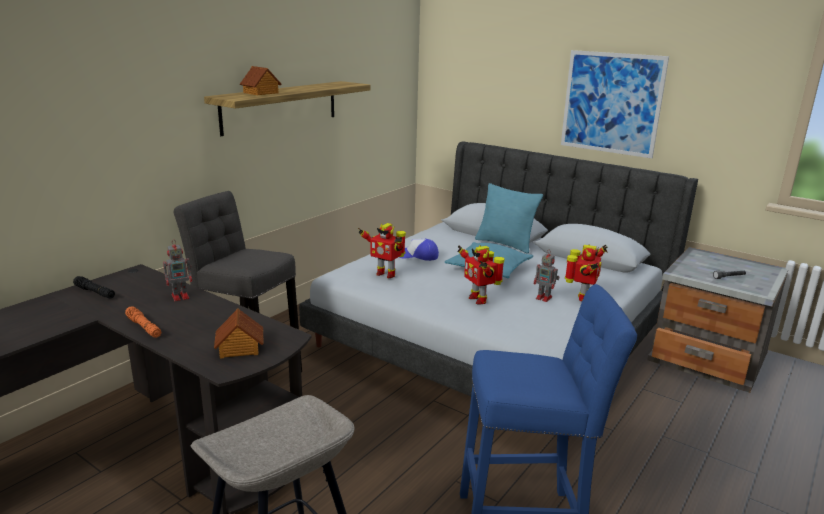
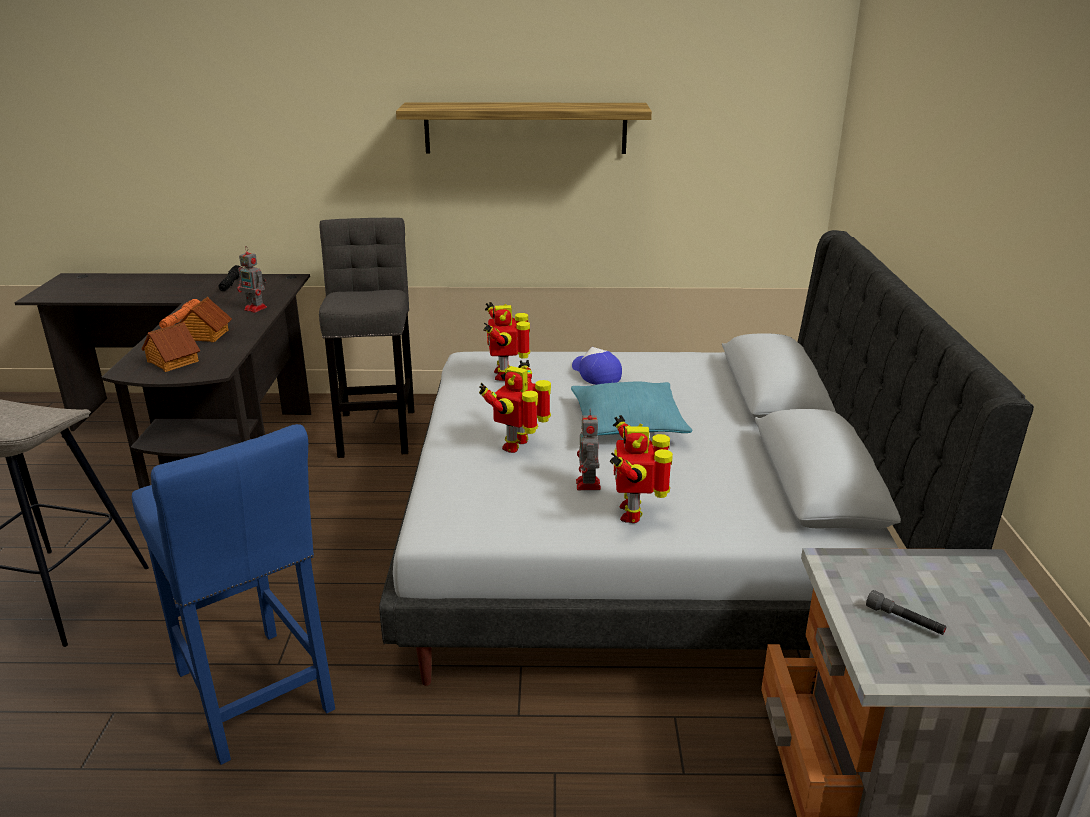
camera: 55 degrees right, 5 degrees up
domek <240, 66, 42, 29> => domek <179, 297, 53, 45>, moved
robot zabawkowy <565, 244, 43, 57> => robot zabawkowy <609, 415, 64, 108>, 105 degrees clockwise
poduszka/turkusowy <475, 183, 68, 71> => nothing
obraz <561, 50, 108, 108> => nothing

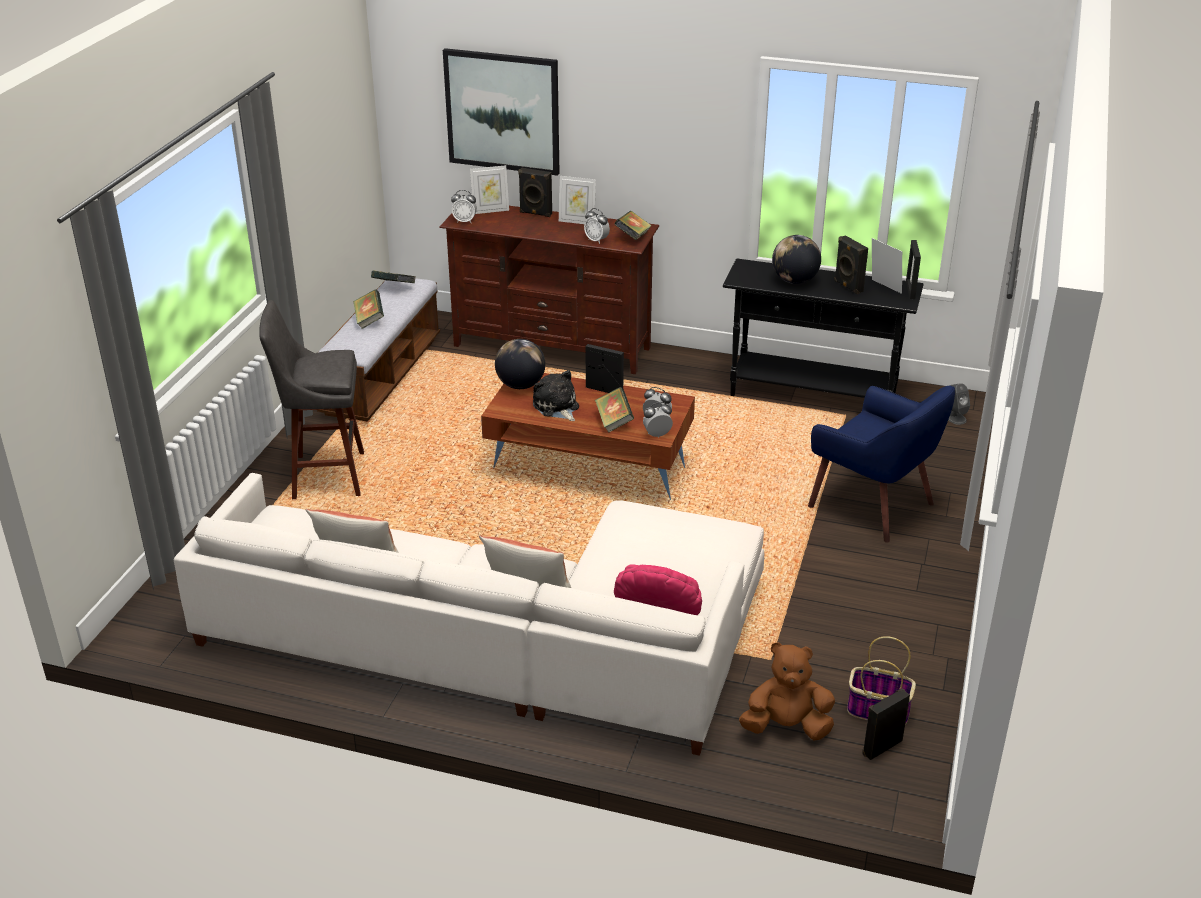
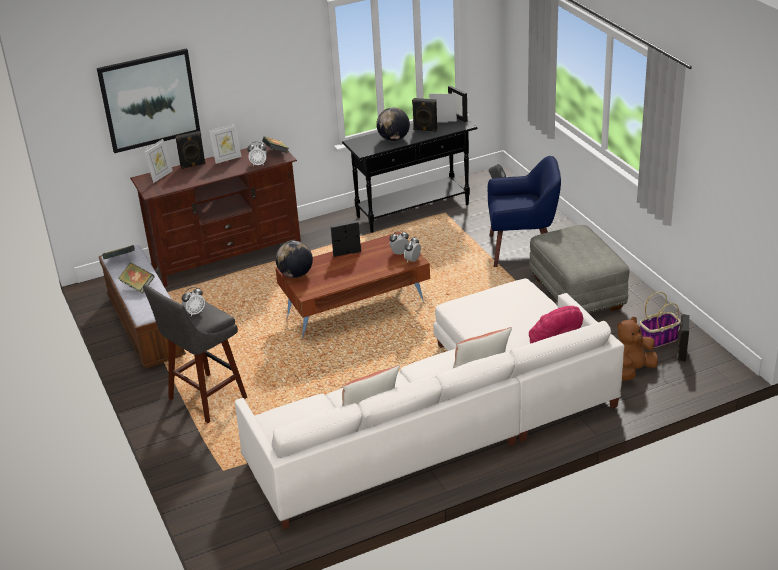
camera: 40 degrees left, 0 degrees up
budzik <451, 190, 26, 33> => budzik <182, 287, 23, 29>, moved
nothing => pufa/szary <529, 225, 100, 88>
pluszak <533, 370, 46, 51> => nothing
książka <595, 387, 39, 46> => nothing

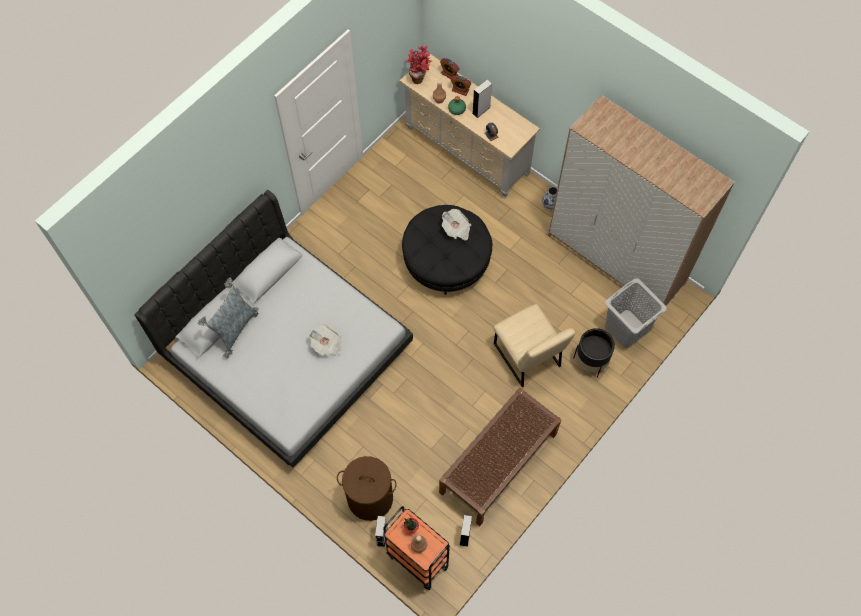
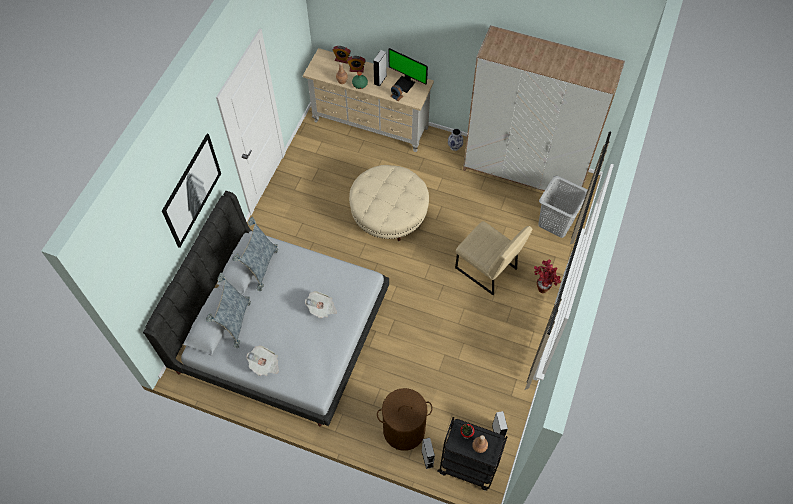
camera: 20 degrees left, 5 degrees down
nothing => obraz <162, 134, 59, 114>
nothing => poduszka <233, 217, 46, 74>
gazeta <442, 209, 29, 32> => gazeta <247, 346, 32, 30>, moved
pufa/czarny <402, 205, 90, 90> => pufa/beżowy <349, 165, 80, 77>
nothing => monitor <388, 48, 40, 45>
wózek/pomarańczowy <383, 506, 67, 84> => wózek/czarny <437, 417, 71, 74>
roślina doniczkowa <406, 46, 26, 38> => roślina doniczkowa <534, 260, 27, 33>, moved
ławka/brązowy <439, 387, 123, 139> => nothing
donica/czarny <573, 328, 42, 50> => nothing

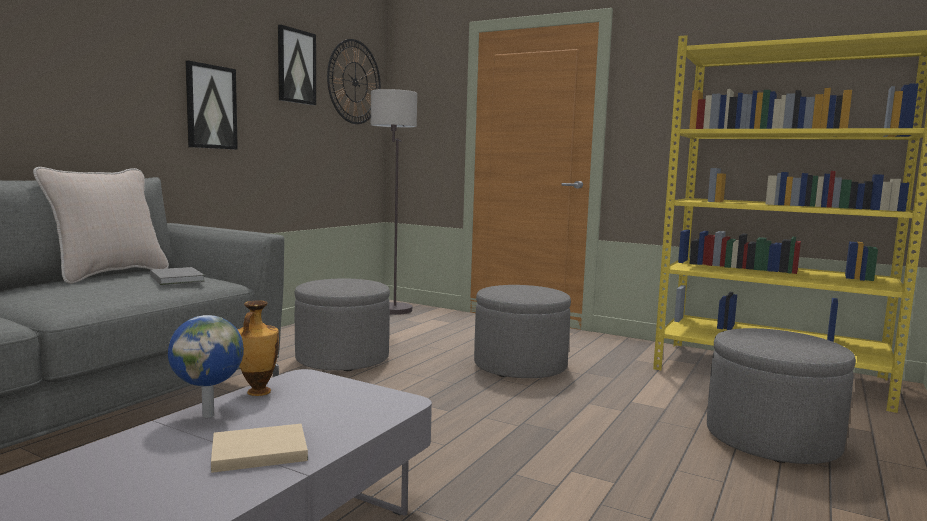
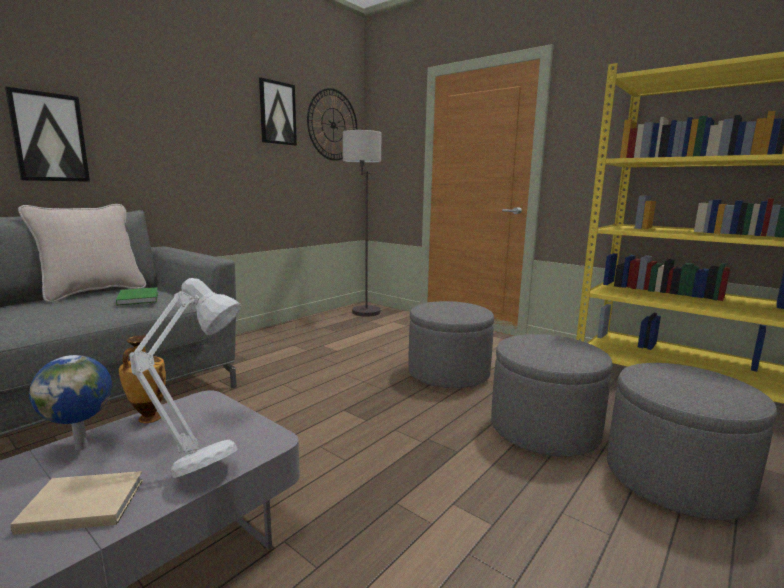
camera: 10 degrees right, 5 degrees up
obraz <185, 61, 53, 89> => obraz <5, 87, 85, 95>, moved
książka/szary <150, 267, 55, 18> => książka/zielony <116, 287, 42, 19>
nothing => lampa stołowa/szary <129, 278, 112, 200>
pufa/szary <295, 279, 95, 92> => pufa/szary <491, 334, 122, 123>, moved

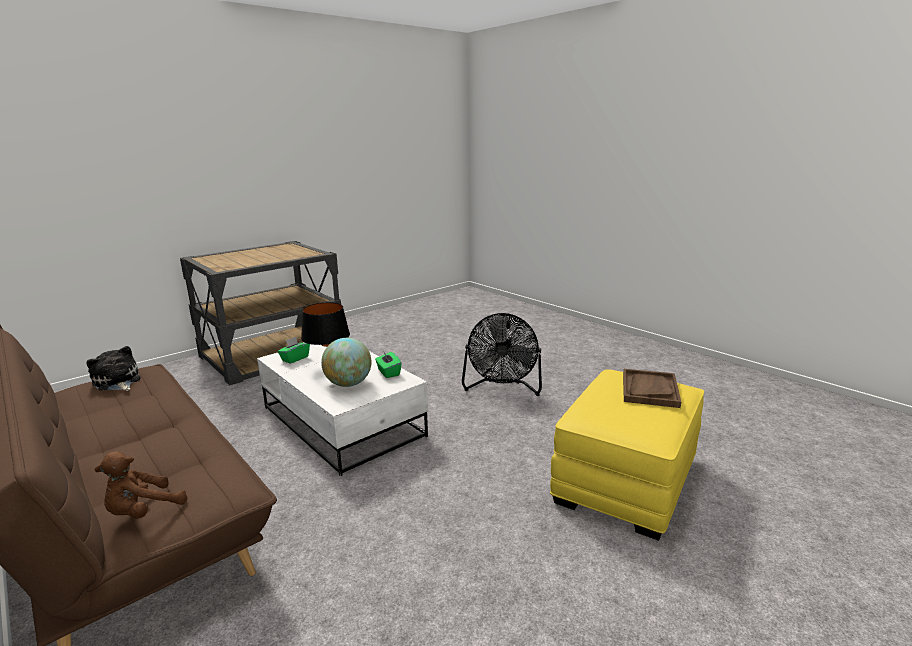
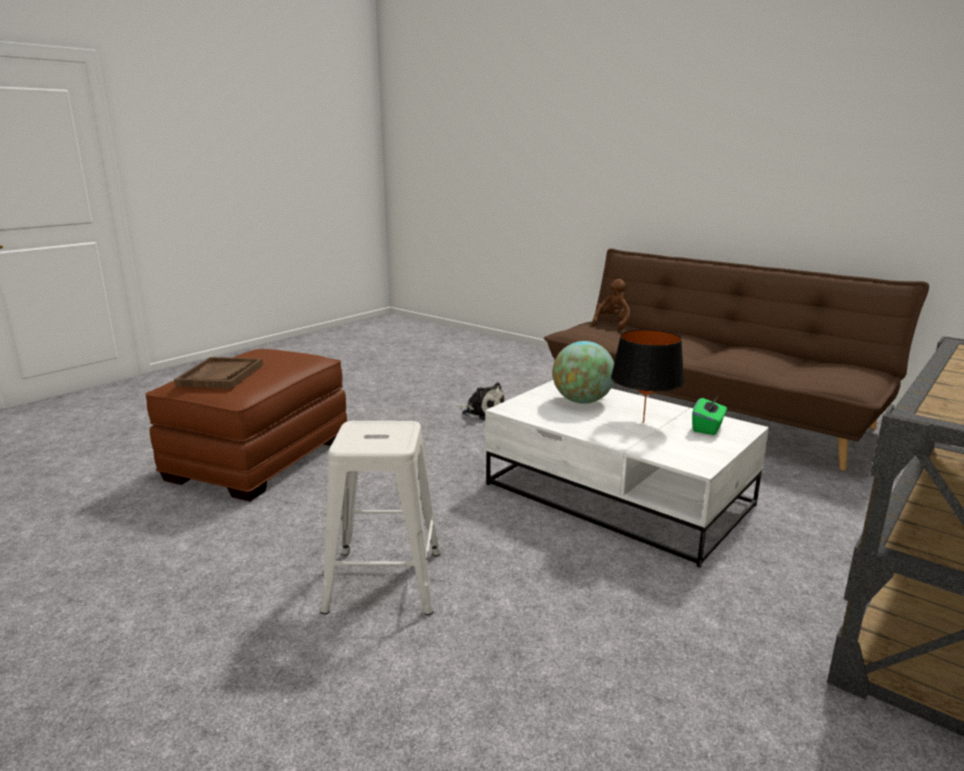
camera: 170 degrees right, 0 degrees up
pufa/żółty <550, 369, 154, 172> => pufa/brązowy <145, 349, 202, 152>
wentylator/czarny <462, 313, 80, 83> => stołek/biały <320, 421, 121, 194>
pluszak <87, 346, 54, 45> => pluszak <457, 382, 48, 38>, moved
pudełko chusteczek/zielony <375, 351, 26, 27> => nothing

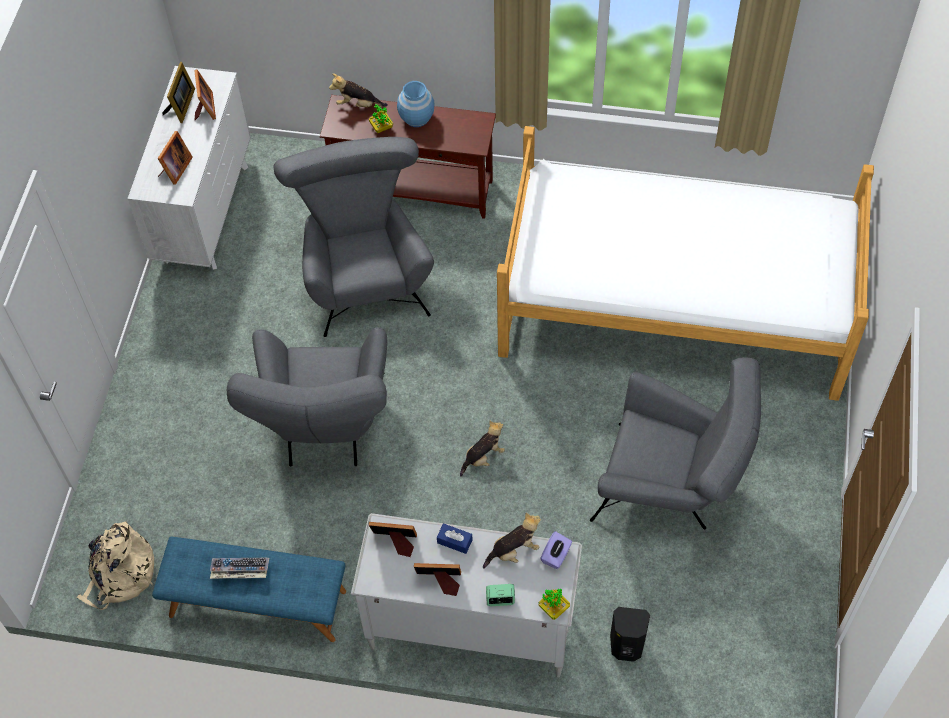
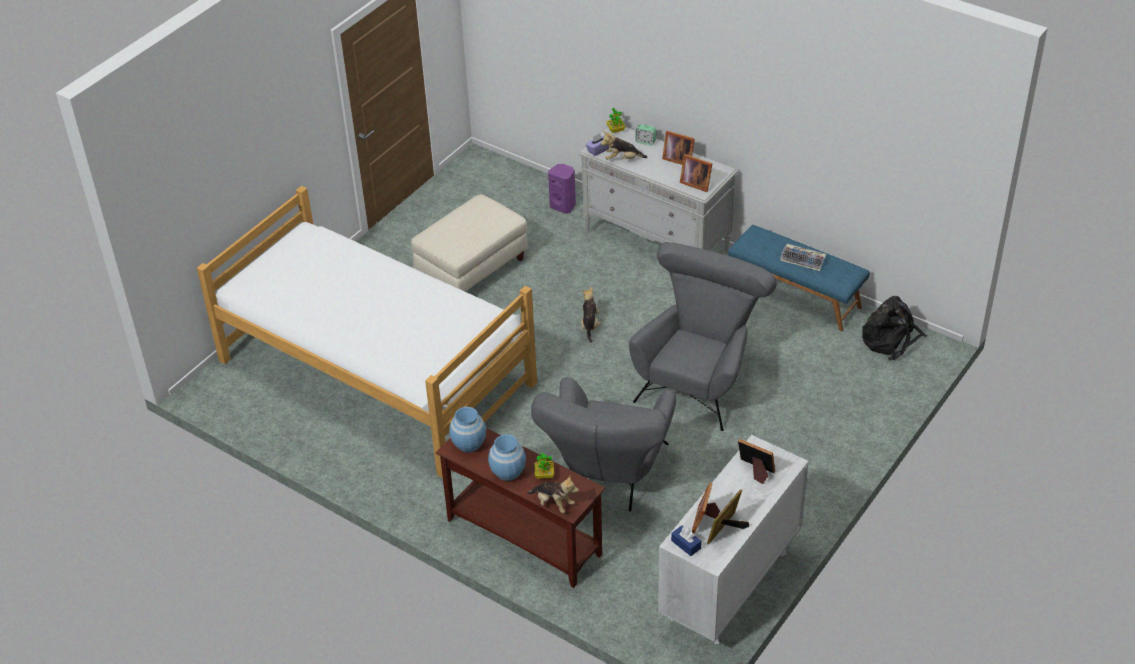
camera: 155 degrees left, 15 degrees down
fotel/szary <590, 357, 171, 172> => pufa/beżowy <411, 195, 117, 97>
nothing => wazon/niebieski <449, 407, 37, 46>
głośnik/czarny <610, 607, 40, 55> => głośnik/fioletowy <548, 164, 28, 50>
pluszak <460, 421, 45, 56> => pluszak <581, 287, 21, 56>, 105 degrees clockwise
pudełko chusteczek/niebieski <437, 523, 36, 31> => pudełko chusteczek/niebieski <671, 525, 31, 31>, moved
ramka na zdjęcie <157, 131, 36, 54> => ramka na zdjęcie <738, 439, 37, 45>, 75 degrees clockwise
plecak/beżowy <77, 521, 77, 89> => plecak/czarny <862, 296, 65, 64>

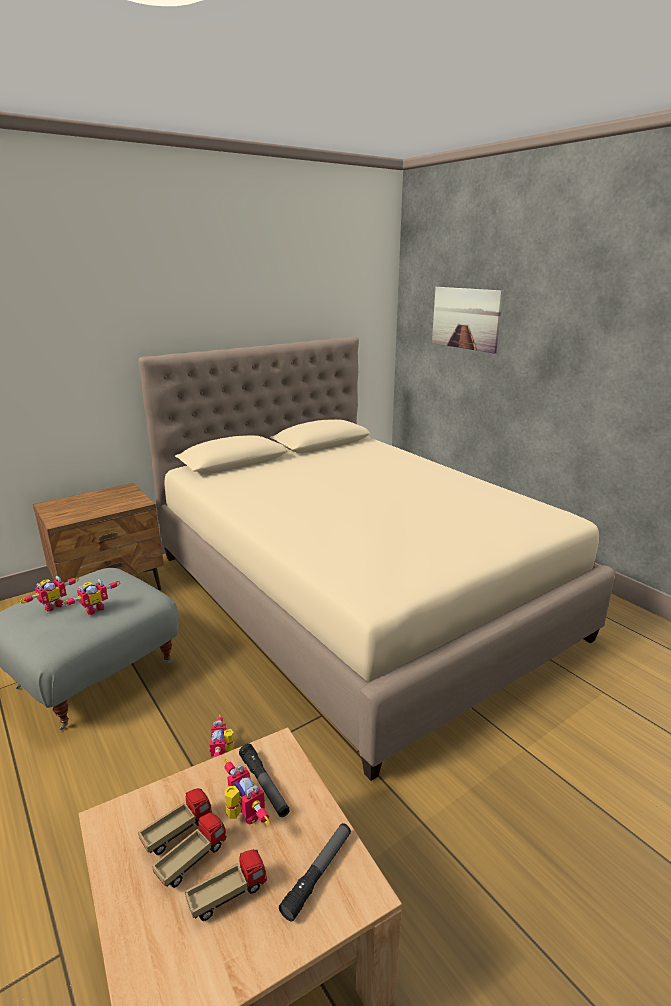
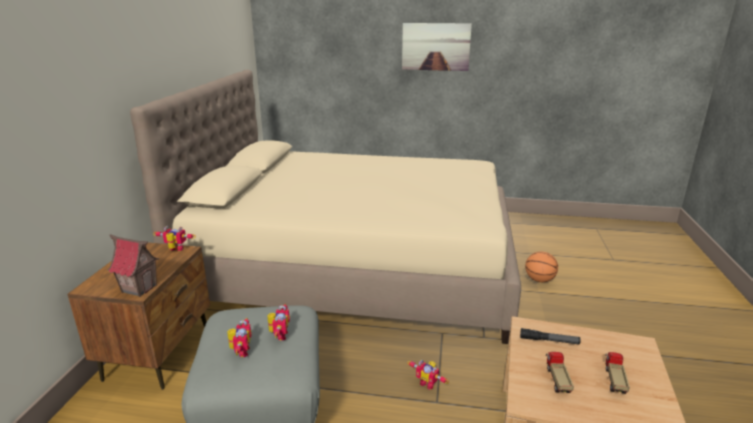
camera: 45 degrees left, 0 degrees up
nothing => domek <108, 235, 52, 62>
robot zabawkowy <224, 759, 46, 67> => robot zabawkowy <153, 226, 43, 25>, moved
obraz <432, 287, 71, 66> => obraz <402, 23, 70, 48>, moved
nothing => piłka do koszykówki <525, 252, 33, 30>
ciężarówka zabawkowa <152, 812, 75, 76> => nothing
latarka <279, 823, 72, 99> => nothing

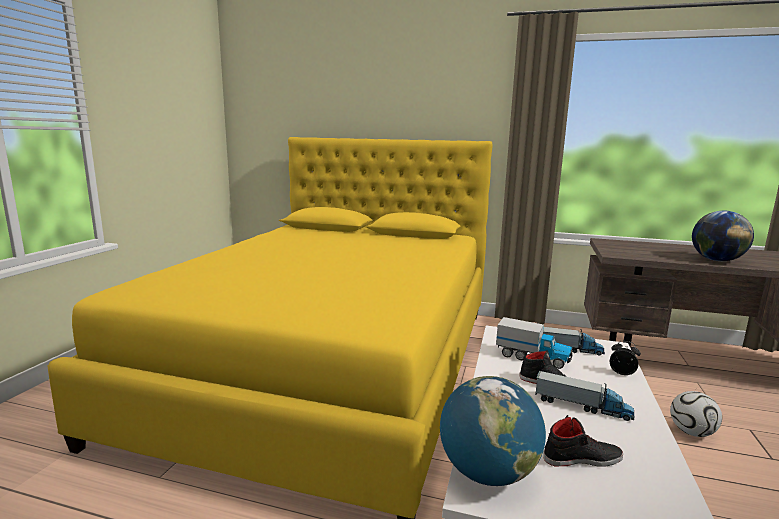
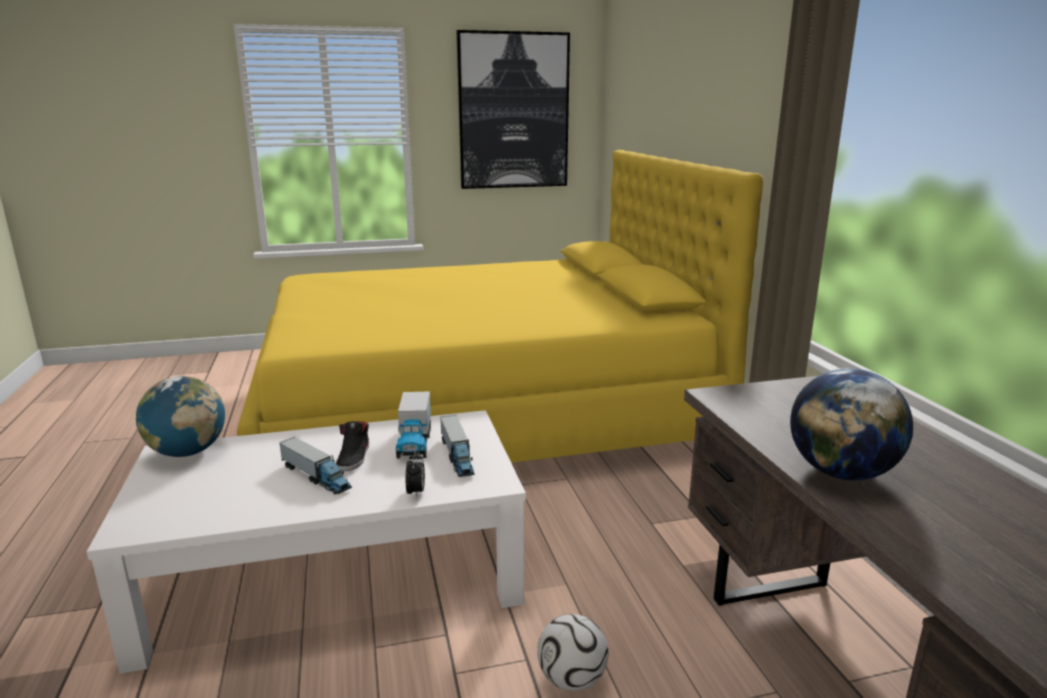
camera: 60 degrees right, 5 degrees up
ciężarówka zabawkowa <535, 371, 99, 50> => ciężarówka zabawkowa <279, 437, 73, 58>, 45 degrees counterclockwise
nothing => obraz <456, 30, 114, 159>
but/czarny <543, 415, 80, 51> => nothing

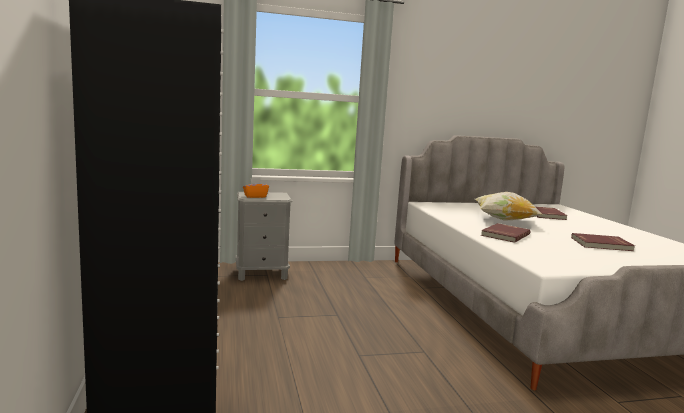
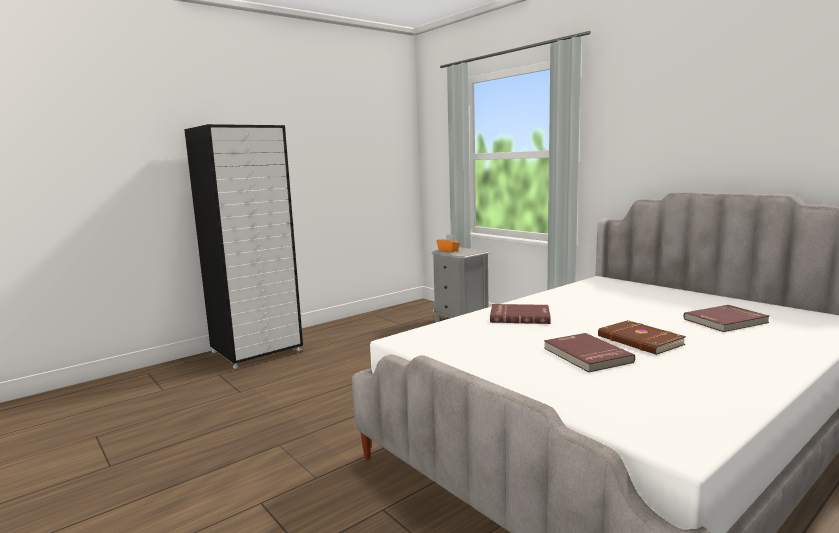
camera: 65 degrees right, 0 degrees up
nothing => książka/brązowy <598, 320, 88, 35>
poduszka <475, 192, 67, 29> => nothing

